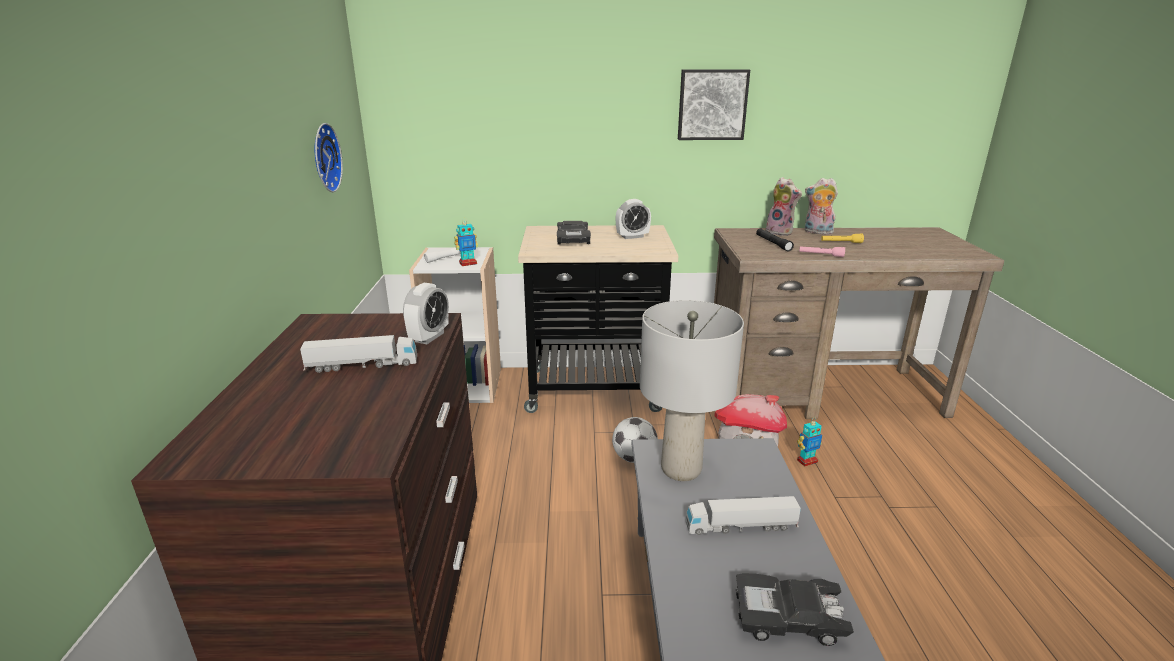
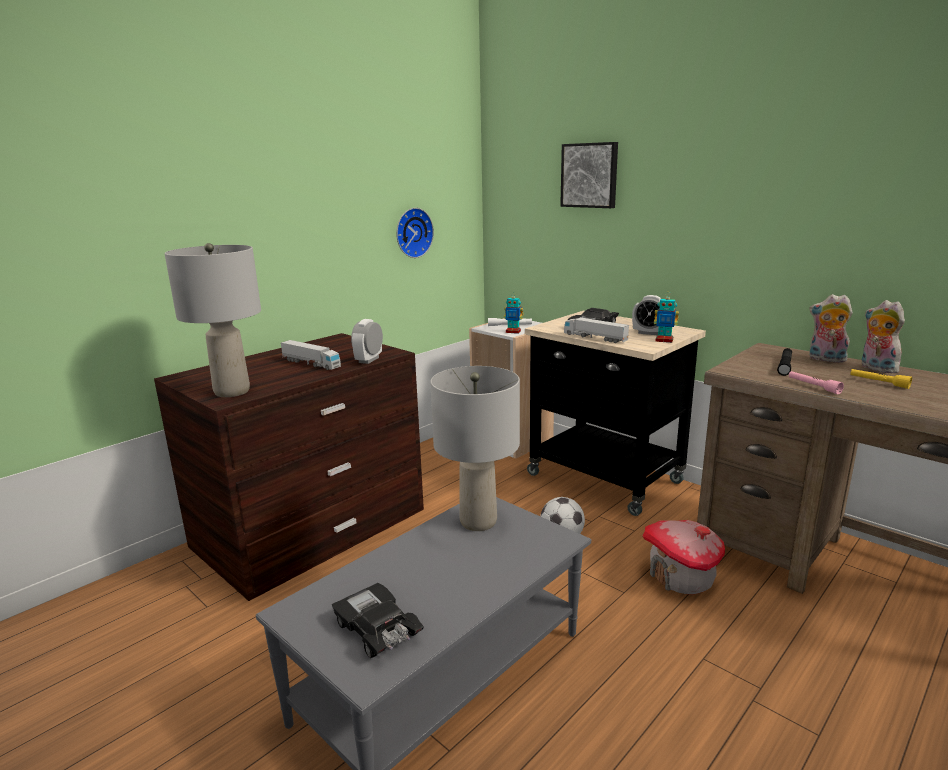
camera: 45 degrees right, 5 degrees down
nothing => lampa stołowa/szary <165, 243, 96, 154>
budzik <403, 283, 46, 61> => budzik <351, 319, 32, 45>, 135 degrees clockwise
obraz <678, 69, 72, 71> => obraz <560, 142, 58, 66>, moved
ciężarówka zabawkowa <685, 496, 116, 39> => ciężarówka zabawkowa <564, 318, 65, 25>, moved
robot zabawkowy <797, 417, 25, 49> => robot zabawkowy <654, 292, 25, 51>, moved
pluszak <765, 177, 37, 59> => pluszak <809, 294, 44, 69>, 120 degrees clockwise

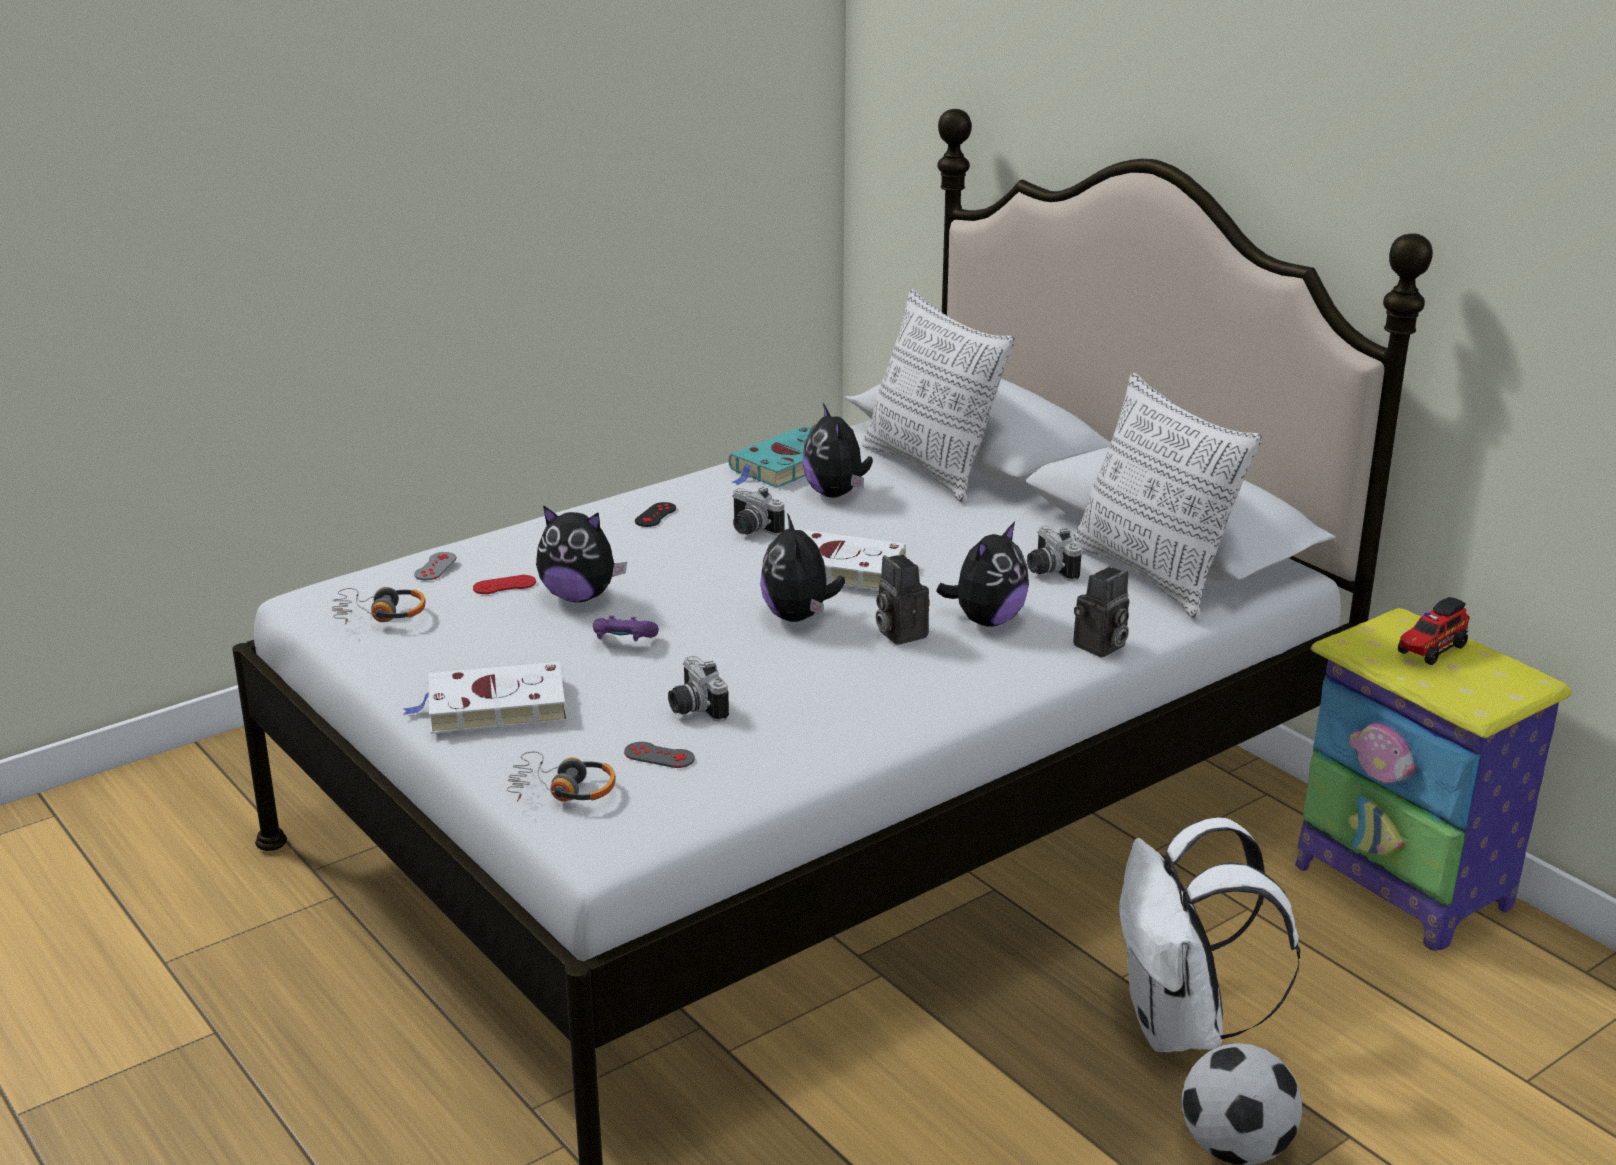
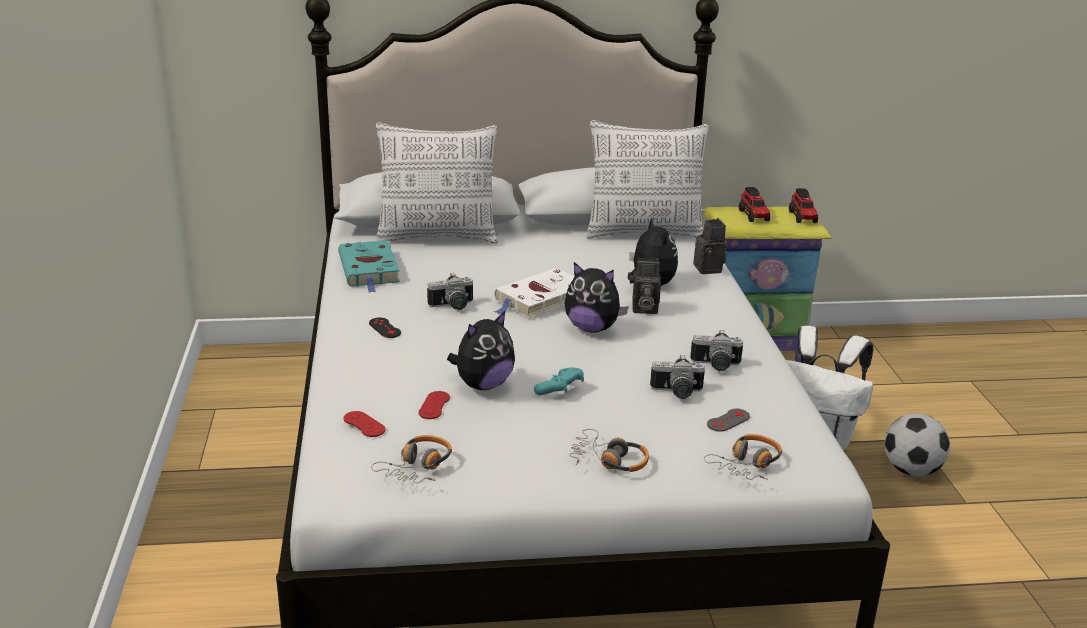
camera: 60 degrees left, 0 degrees up
pad do gier/szary <414, 552, 42, 28> => pad do gier/czerwony <343, 411, 43, 26>
pad do gier/fioletowy <593, 615, 66, 27> => pad do gier/turkusowy <534, 367, 50, 28>
książka/biały <403, 662, 163, 72> => słuchawki <570, 429, 79, 43>
aparat fotograficzny <1027, 526, 54, 55> => aparat fotograficzny <690, 330, 53, 41>, moved
nothing => ciężarówka zabawkowa <789, 188, 29, 35>
pluszak <802, 403, 71, 95> => nothing

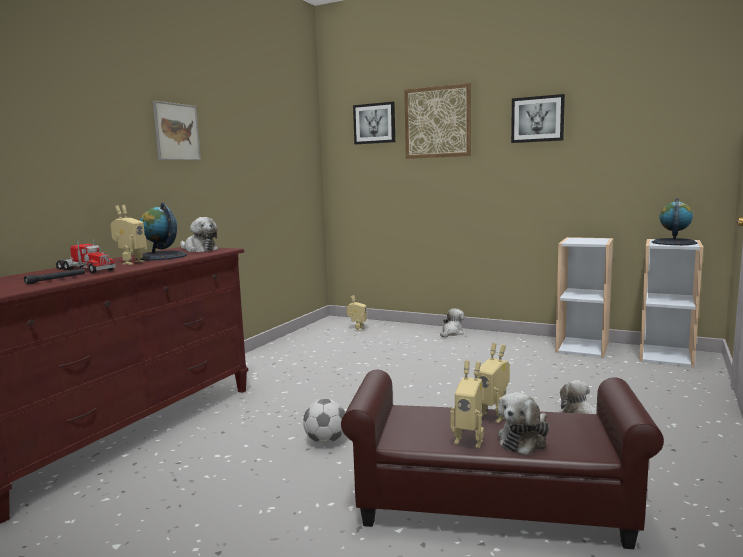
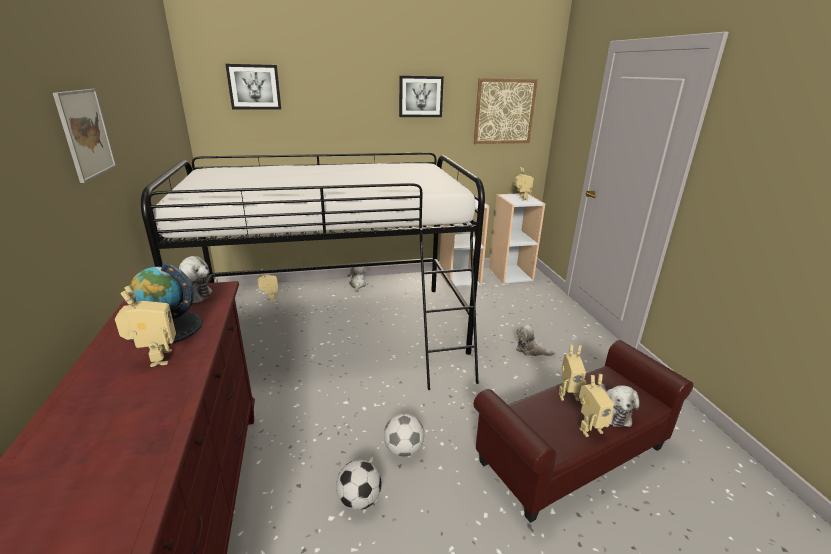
camera: 40 degrees left, 15 degrees up
nothing => łóżko/czarny <141, 153, 344, 237>
nothing => piłka futbolowa <336, 460, 46, 50>
obraz <404, 83, 67, 76> => obraz <474, 78, 64, 66>, moved
globus <652, 198, 46, 47> => robot zabawkowy <514, 167, 20, 34>
latarka/czarny <24, 269, 61, 16> => nothing
ciężarówka zabawkowa <56, 239, 60, 34> => nothing

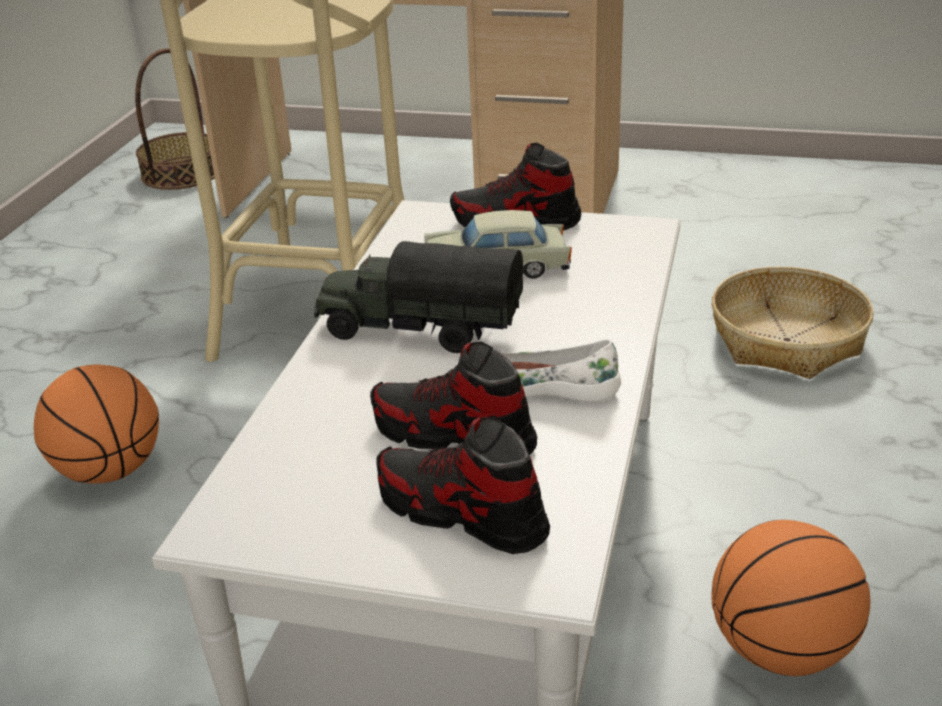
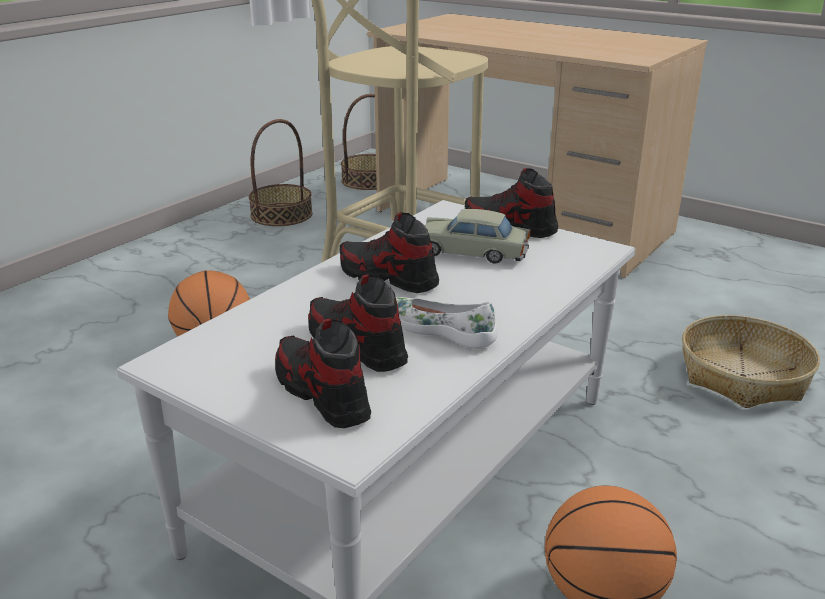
camera: 20 degrees right, 5 degrees down
nothing => koszyk <249, 119, 64, 107>
ciężarówka zabawkowa <314, 241, 210, 112> => but <340, 212, 99, 81>

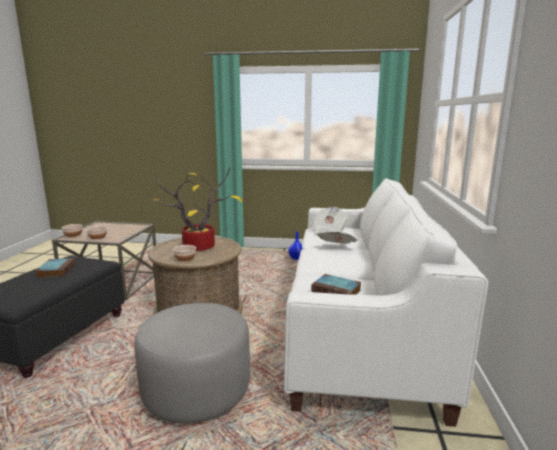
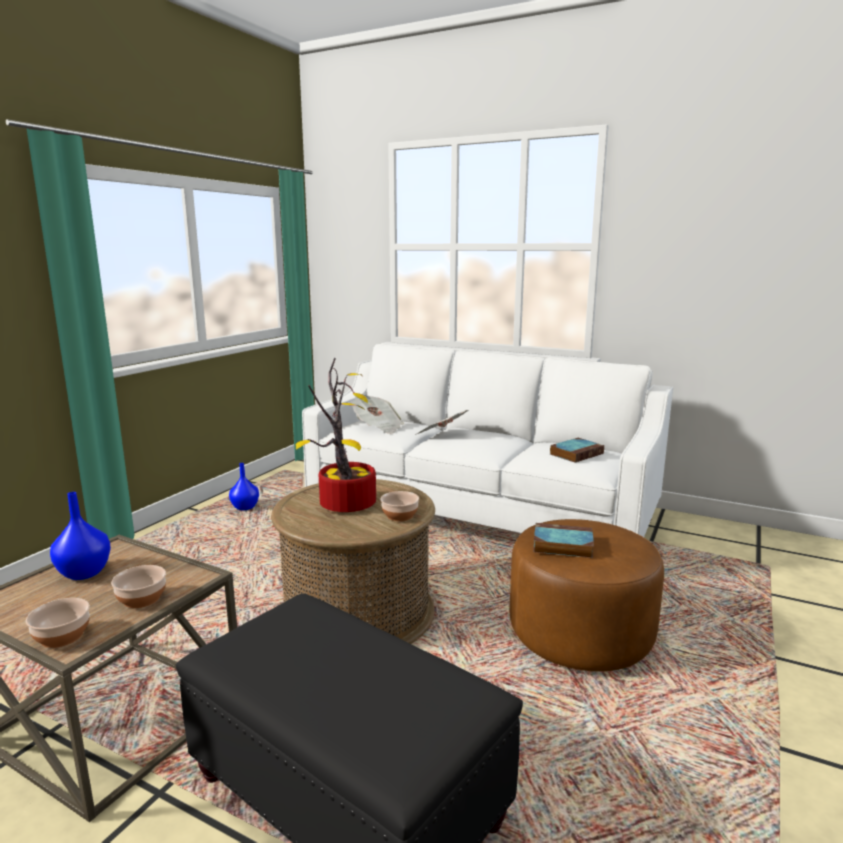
camera: 70 degrees left, 0 degrees up
nothing => wazon/niebieski <50, 492, 61, 88>
pufa/szary <134, 303, 116, 121> => pufa/brązowy <509, 519, 155, 152>
książka <36, 258, 39, 20> => książka <533, 523, 61, 35>, moved

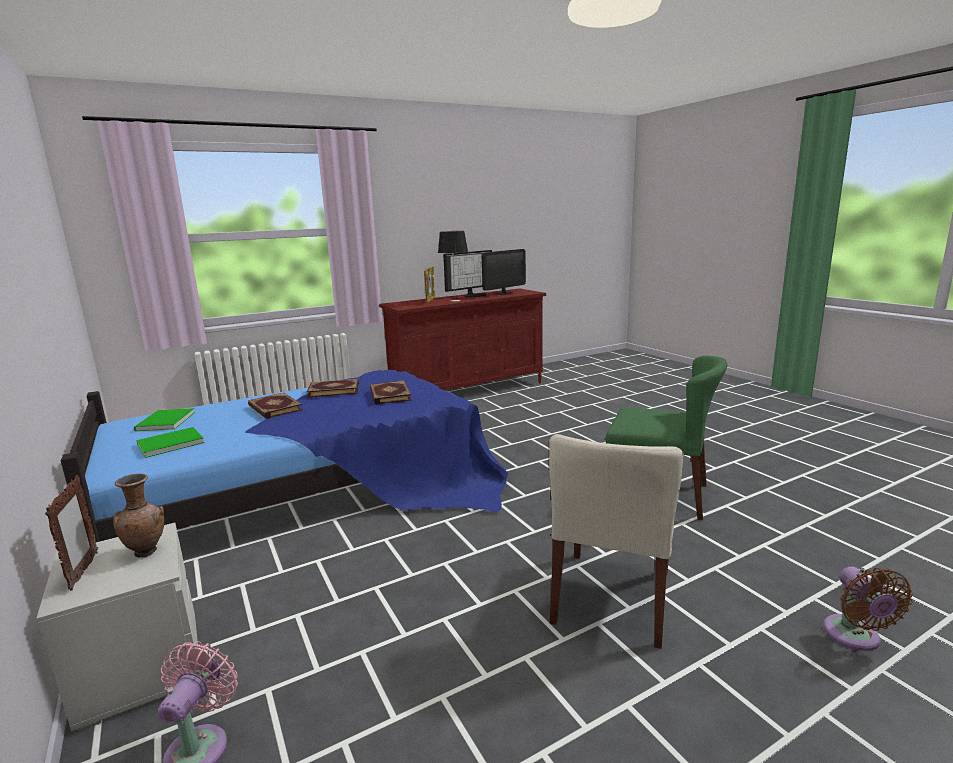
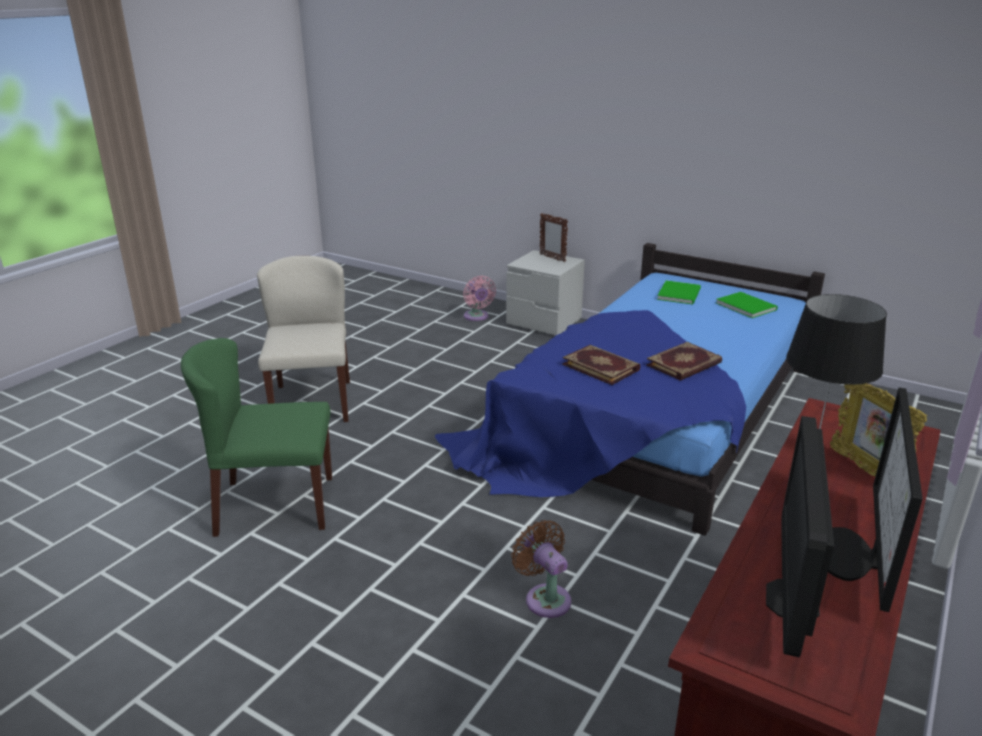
camera: 150 degrees right, 10 degrees up
wentylator/brązowy <823, 566, 90, 85> => wentylator/brązowy <511, 520, 60, 98>, moved
wazon/brązowy <113, 473, 51, 85> => nothing
książka <248, 392, 54, 27> => nothing

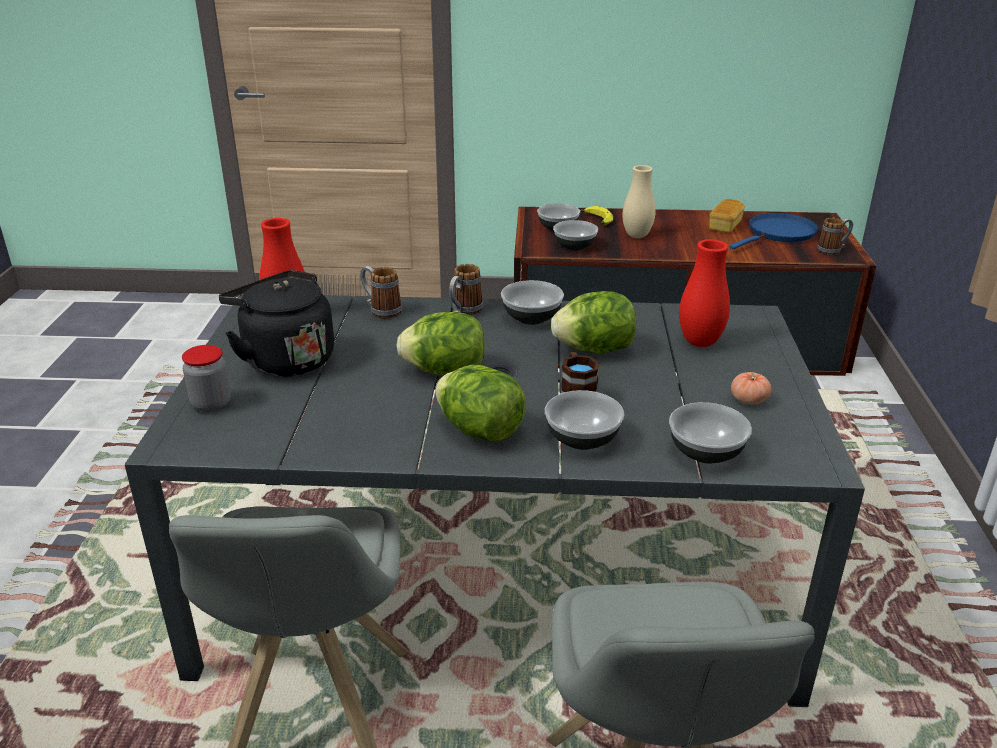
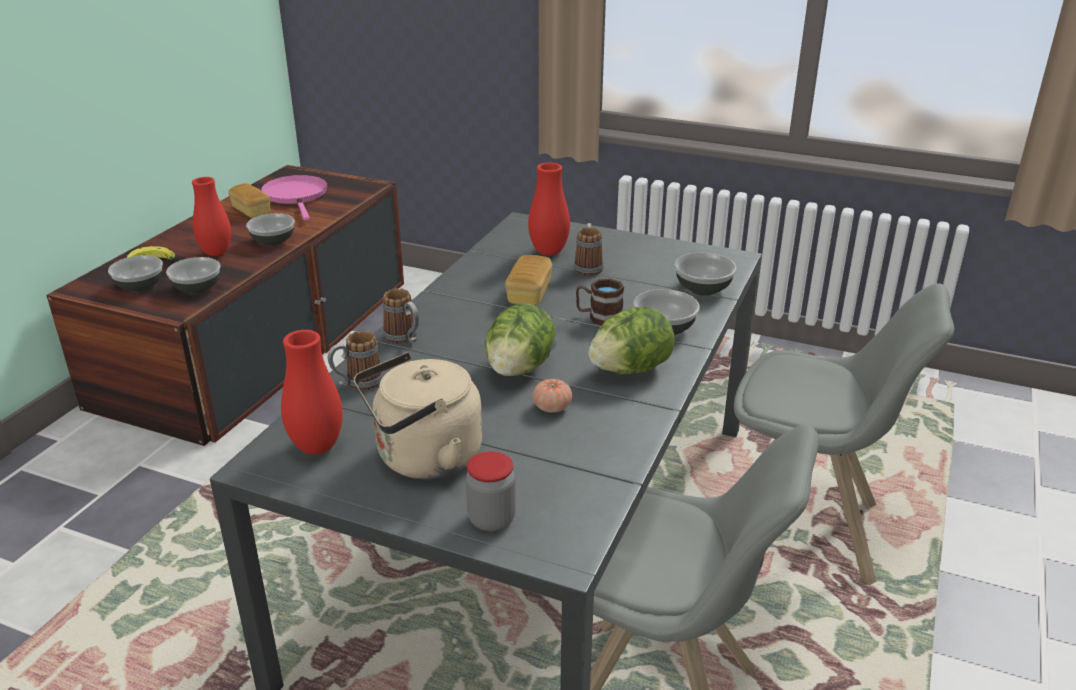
camera: 70 degrees left, 0 degrees up
wazon/beżowy <623, 165, 33, 73> => wazon/czerwony <192, 177, 39, 79>
miska <501, 280, 63, 45> => miska <246, 213, 49, 33>, moved
patelnia/niebieski <729, 213, 89, 36> => patelnia/różowy <261, 175, 66, 45>
czajnik/czarny <219, 270, 115, 107> => czajnik/beżowy <354, 352, 128, 127>
sałata <551, 291, 85, 63> => chleb <505, 255, 47, 51>
pomidor <731, 372, 40, 33> => pomidor <533, 379, 39, 34>, moved
kubek <817, 218, 36, 37> => kubek <574, 223, 29, 53>, moved

